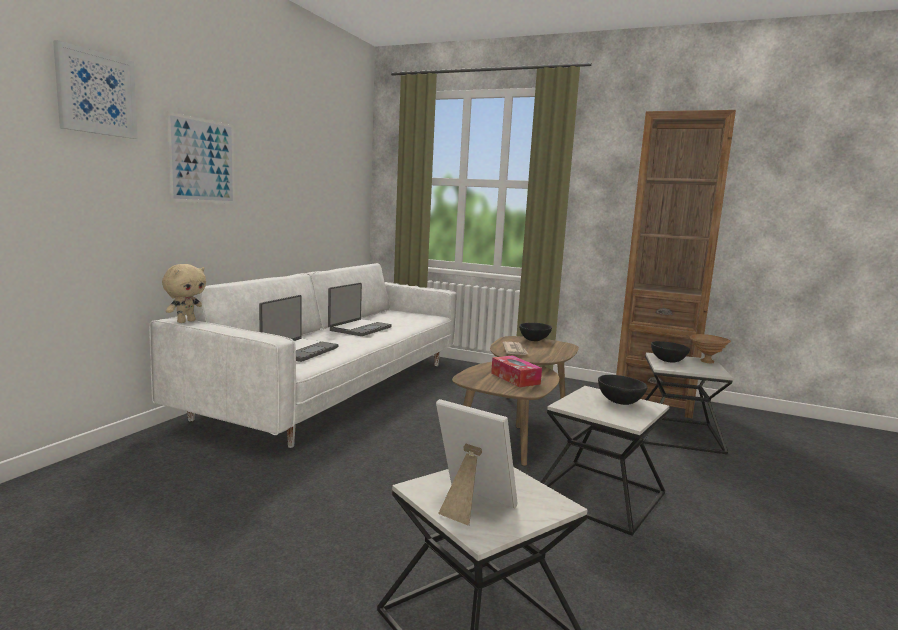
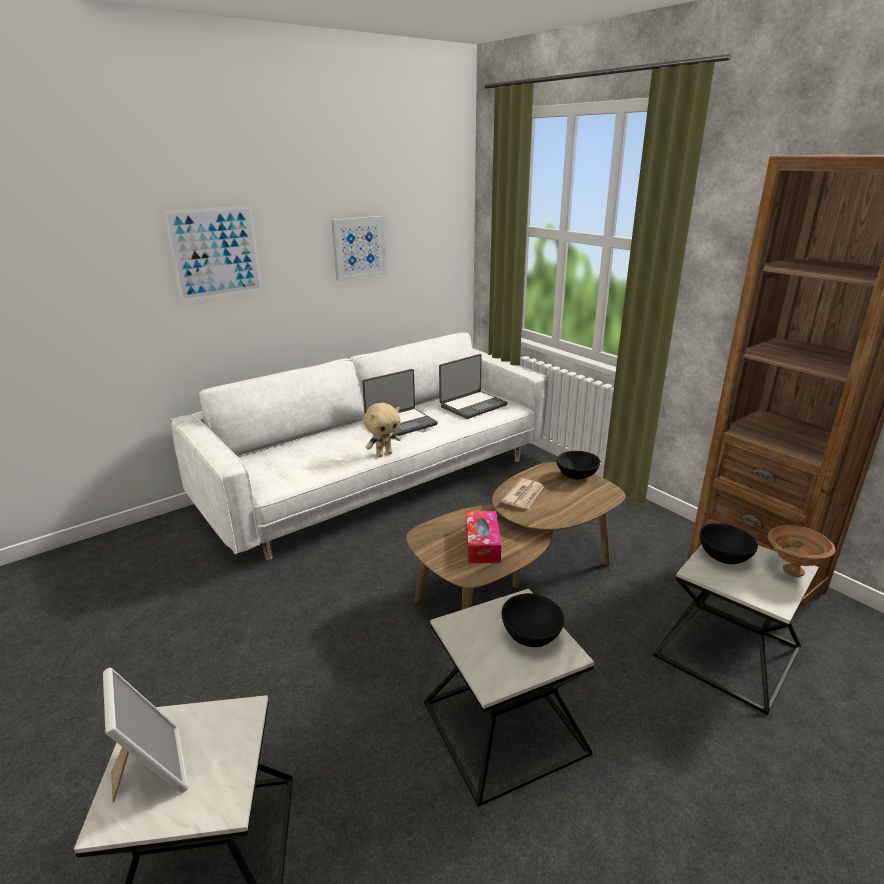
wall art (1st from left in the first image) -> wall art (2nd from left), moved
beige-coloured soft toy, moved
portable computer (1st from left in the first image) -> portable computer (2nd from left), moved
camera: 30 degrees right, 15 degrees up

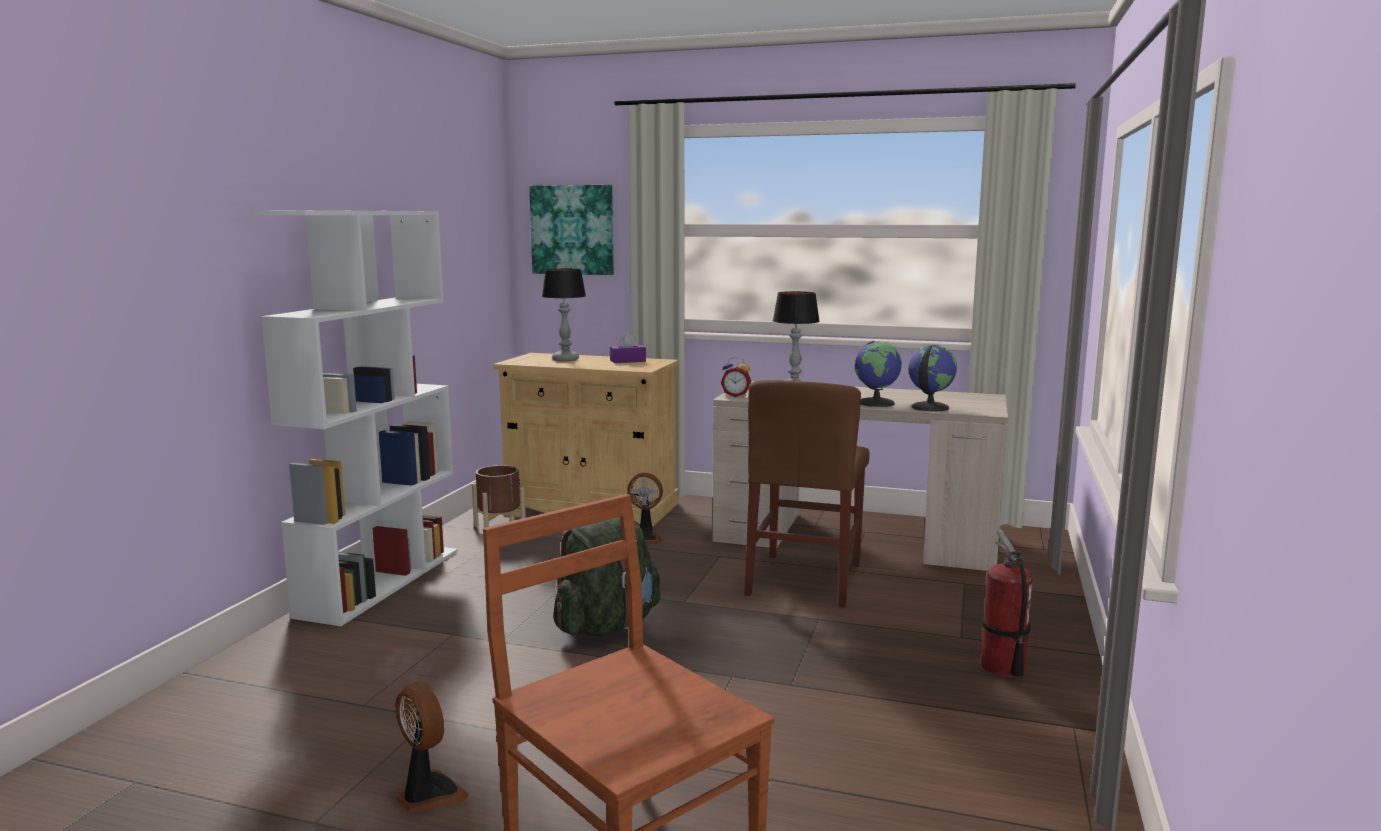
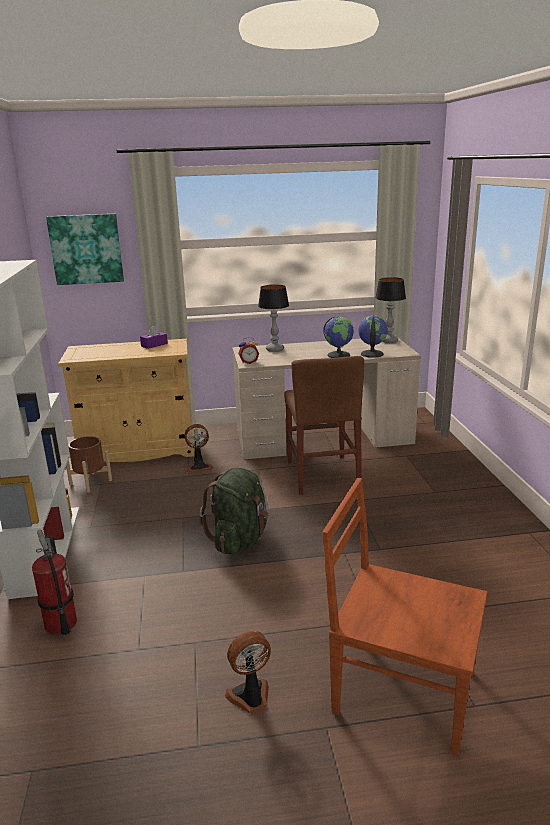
fan (1st from left in the first image) -> fan (2nd from left), 45 degrees counterclockwise
tabletop lamp (1st from left in the first image) -> tabletop lamp (2nd from left), moved
extinguisher, moved
camera: 25 degrees left, 10 degrees up

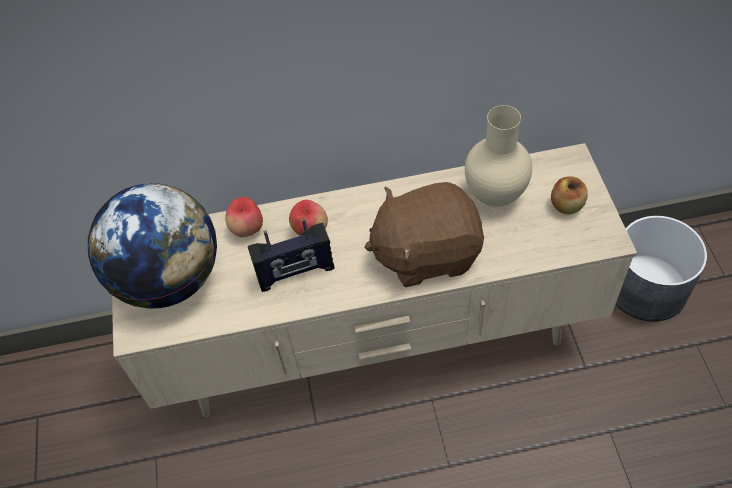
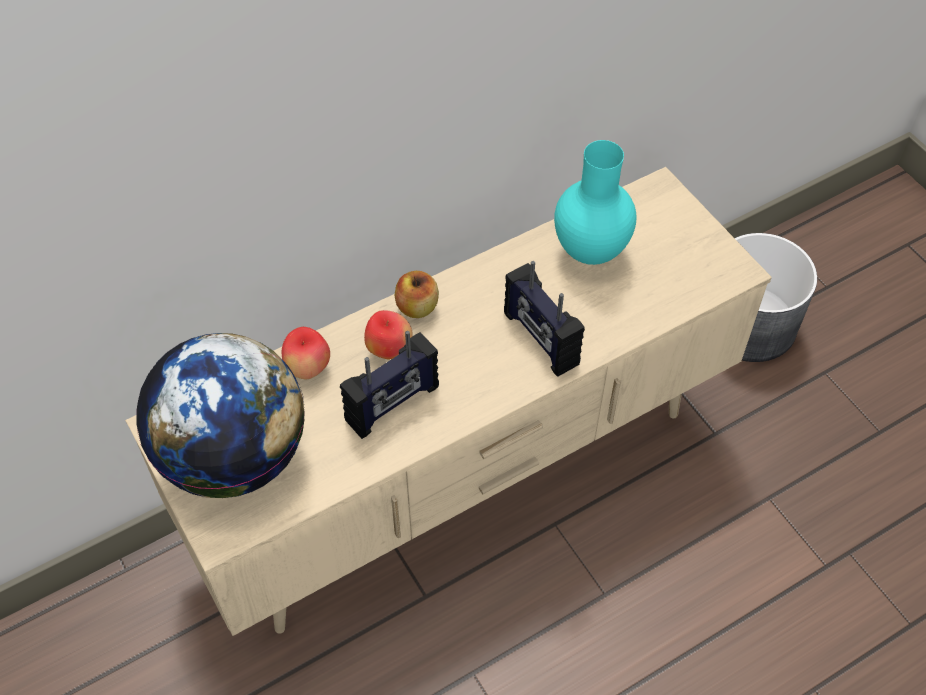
brown soft toy -> radio (2nd from left)
beige-coloured flower vase -> blue-green flower vase
apple fruit (3rd from left), moved
camera: 25 degrees left, 0 degrees up

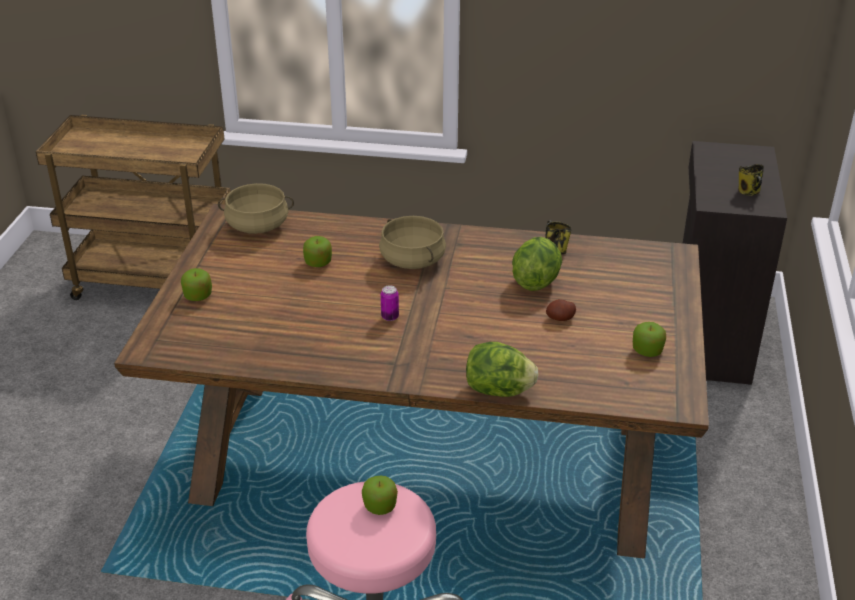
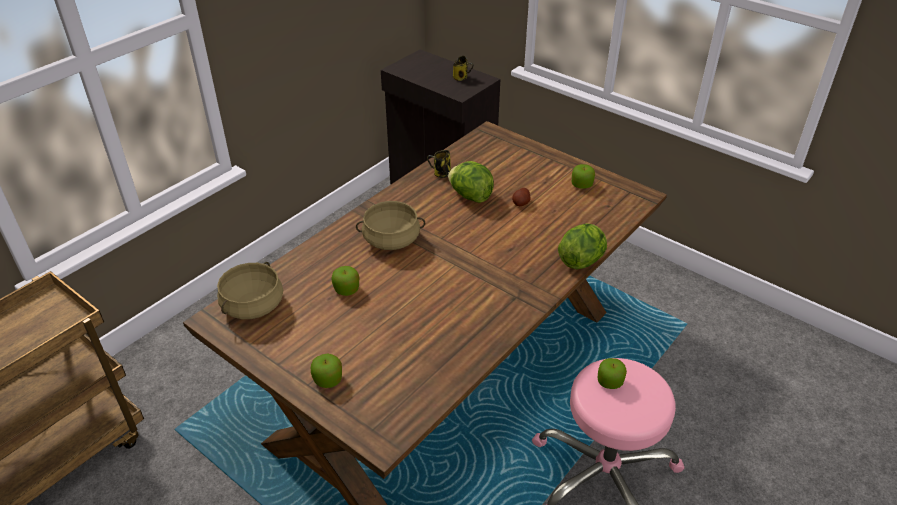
sealed can -> none
camera: 60 degrees left, 5 degrees up

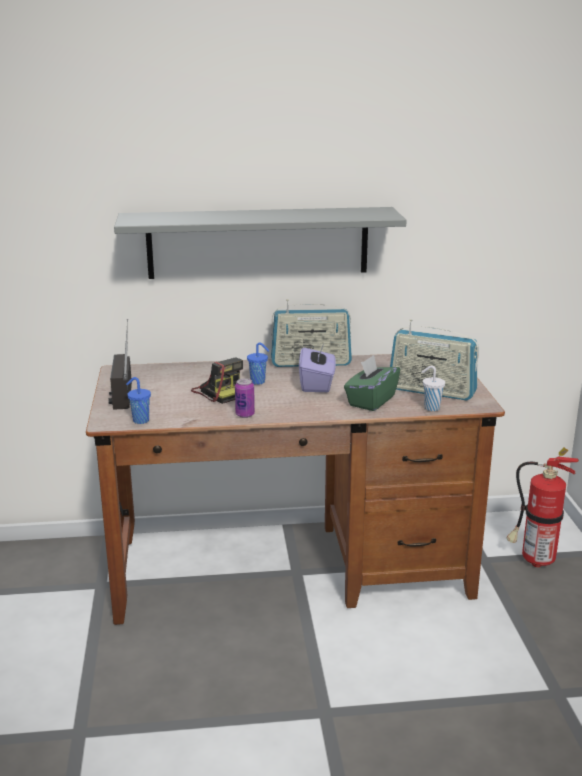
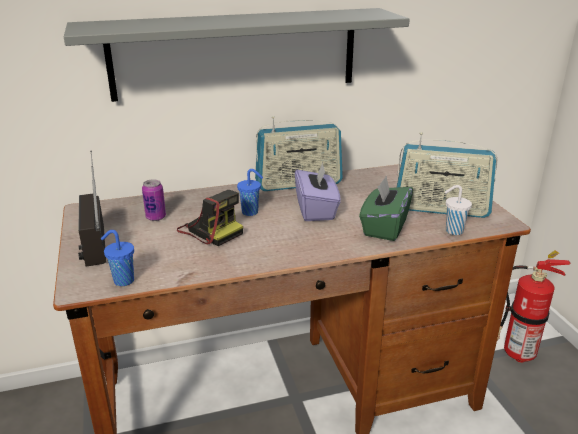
sealed can, moved
camera: 10 degrees left, 5 degrees up

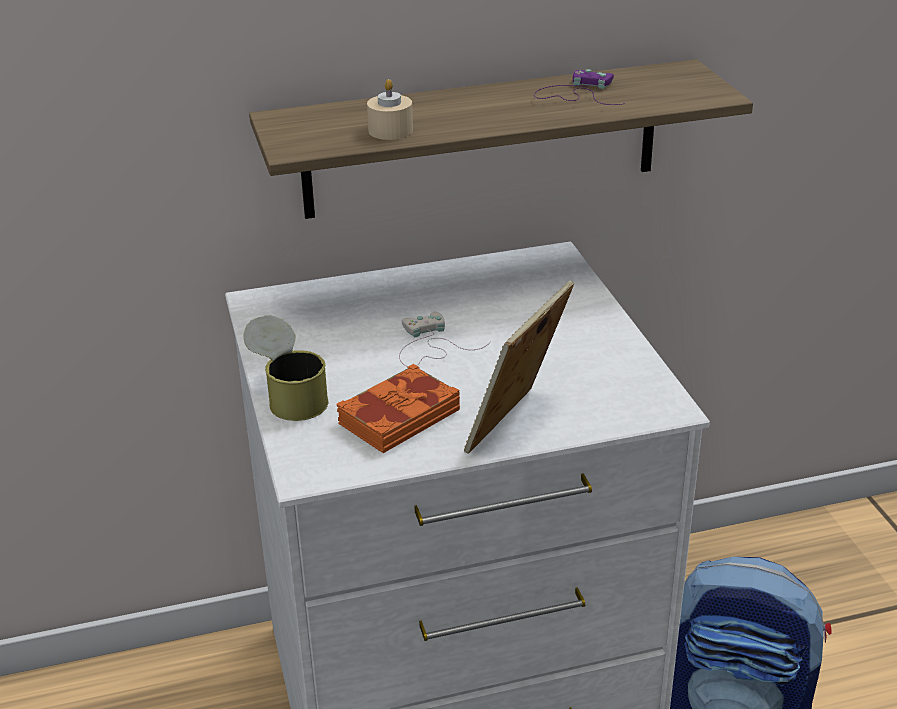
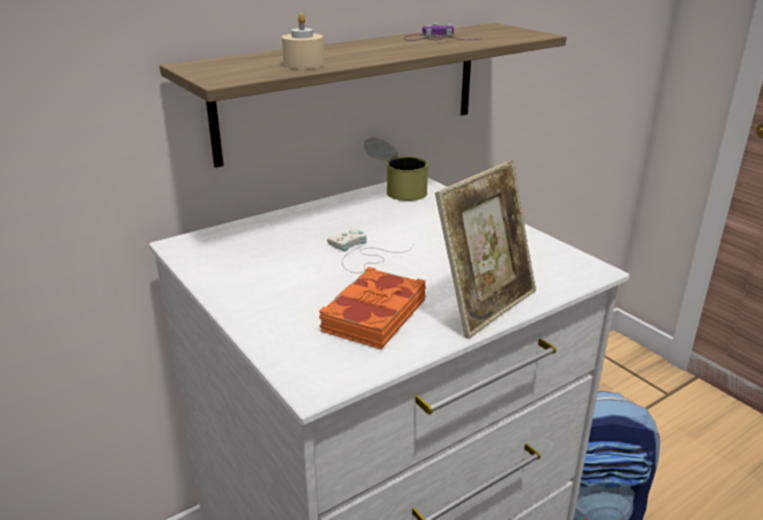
sealed can, moved
standing frame, 150 degrees counterclockwise
camera: 20 degrees left, 5 degrees down

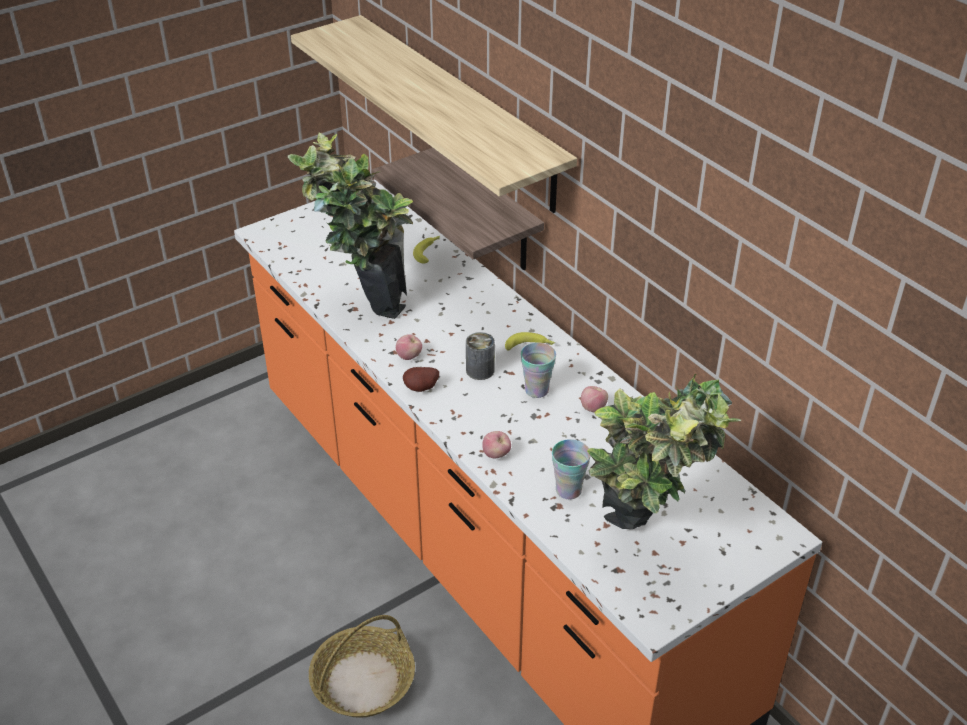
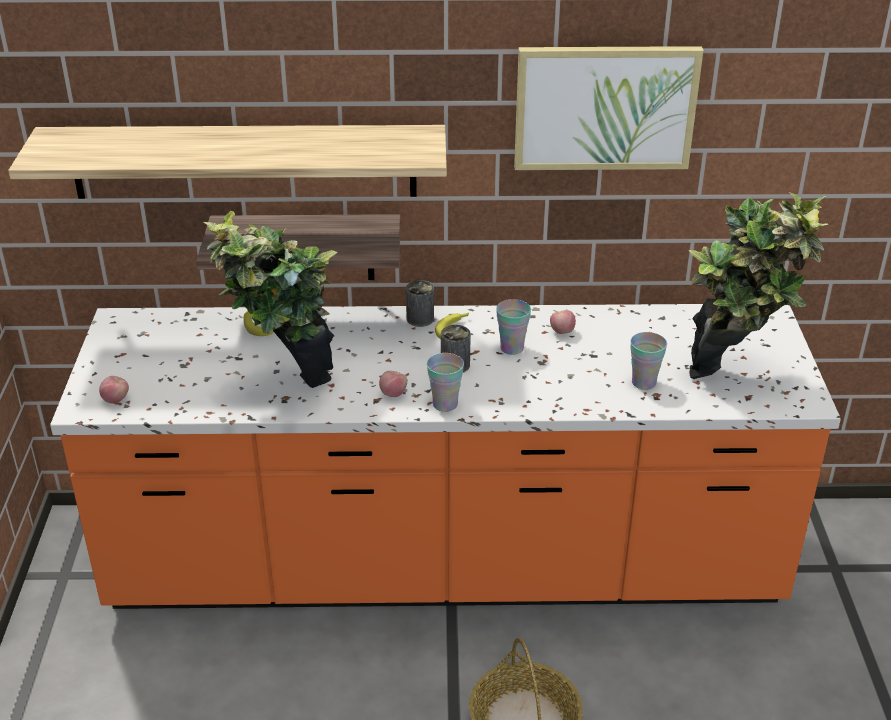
whole potato -> cup (1st from left)
apple fruit (2nd from left in the first image) -> apple fruit (1st from left), moved
none -> sealed can (1st from left)
none -> wall art
camera: 55 degrees left, 5 degrees down

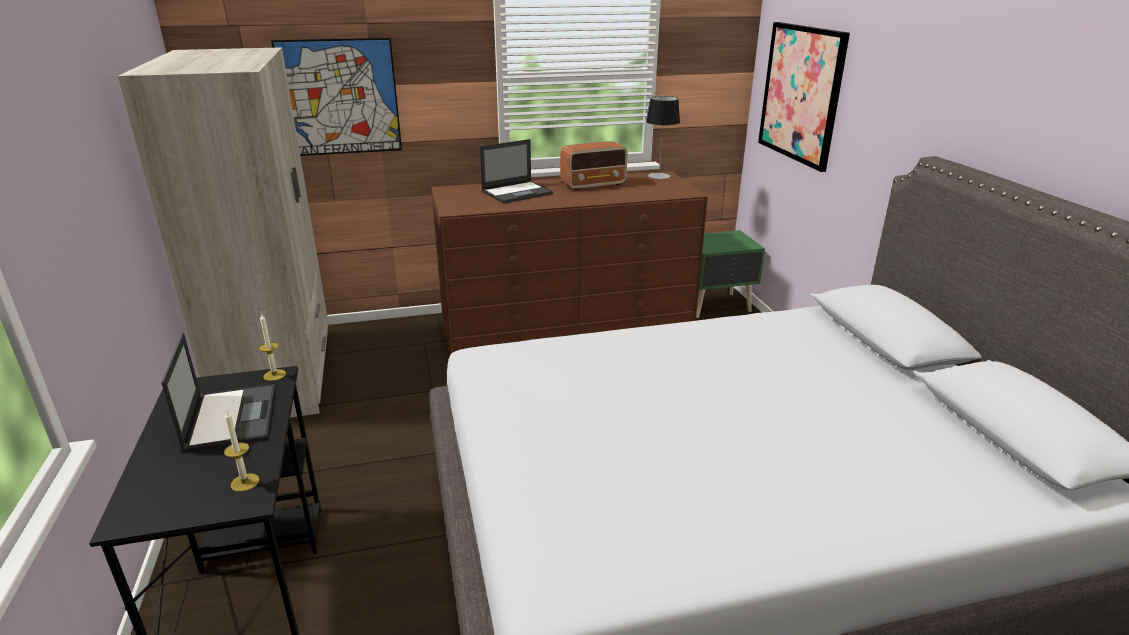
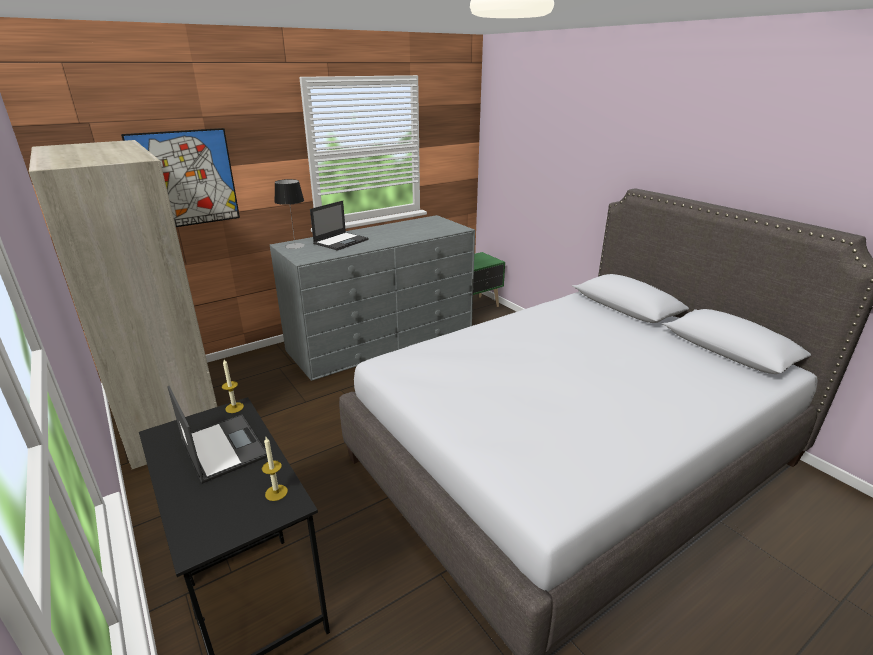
brown drawer chest -> gray drawer chest
radio -> none
tabletop lamp, moved
wall art (2nd from left) -> none
camera: 20 degrees left, 0 degrees up

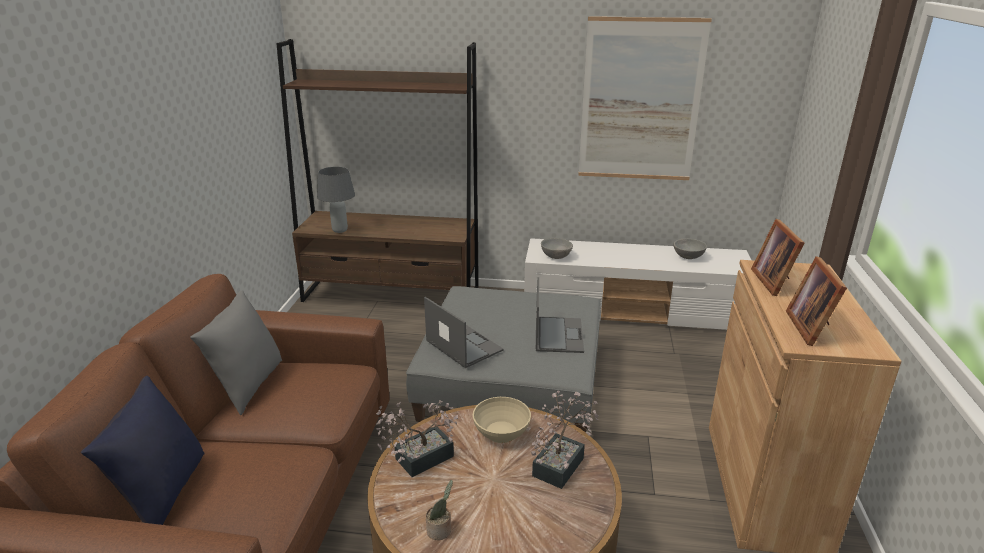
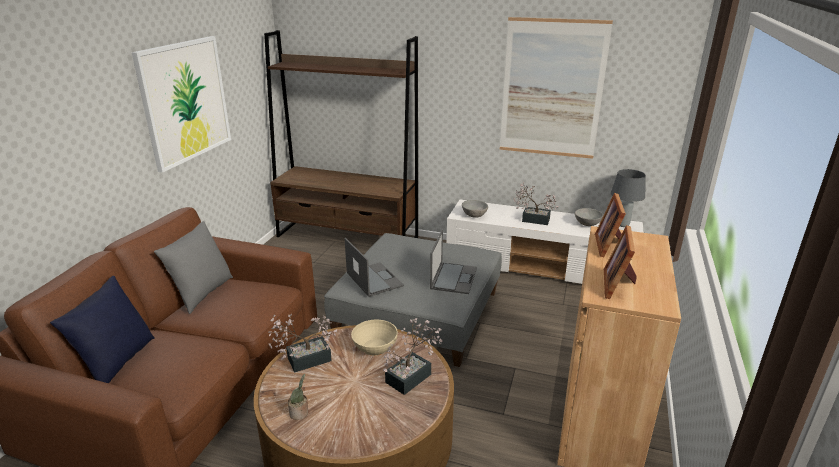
gray tabletop lamp, moved
none -> wall art (1st from left)
none -> houseplant (4th from left)
camera: 10 degrees right, 0 degrees up

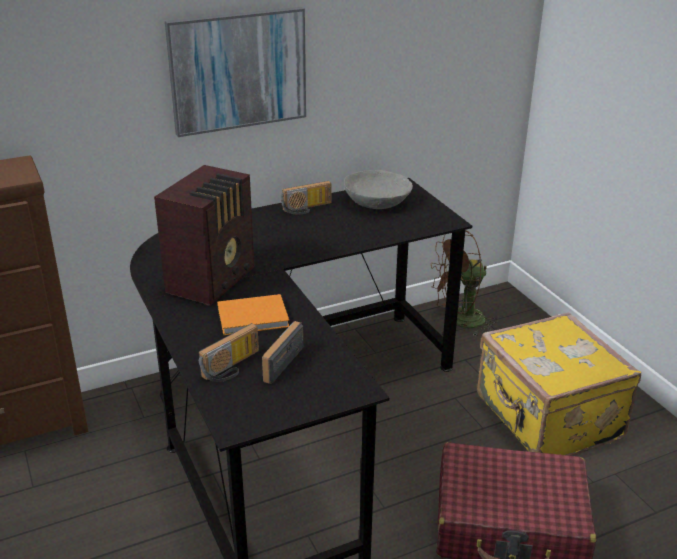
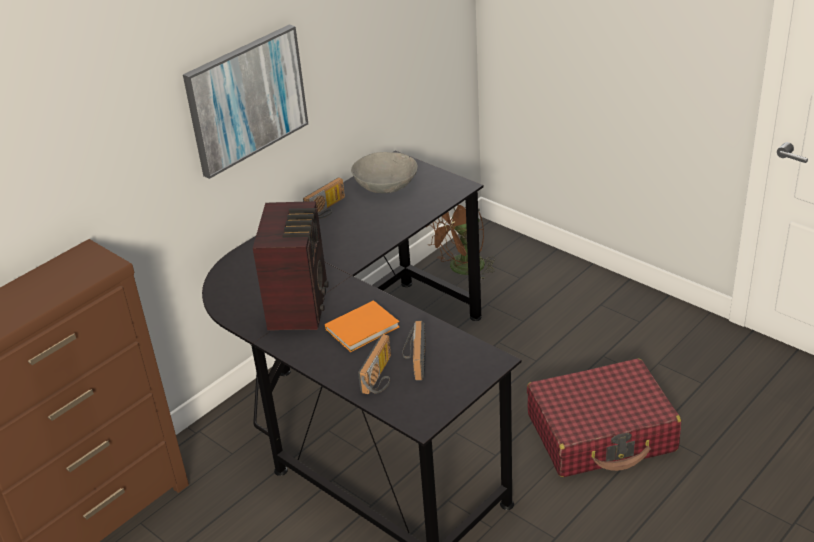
yellowish suitcase -> none
camera: 20 degrees left, 5 degrees up

